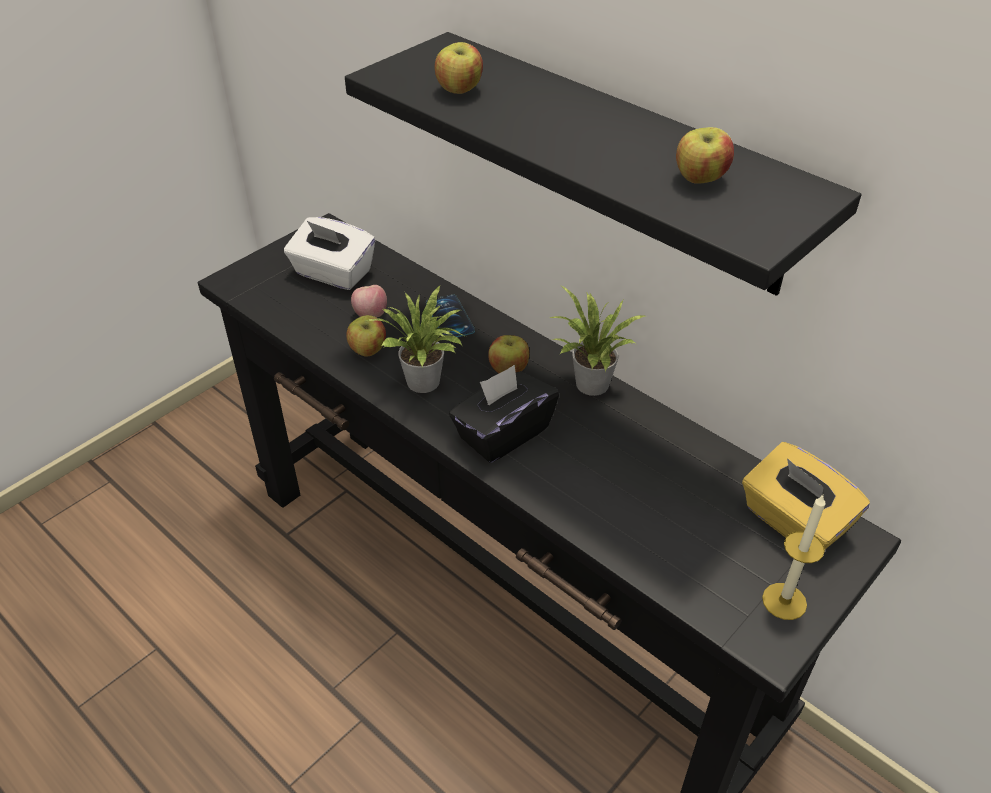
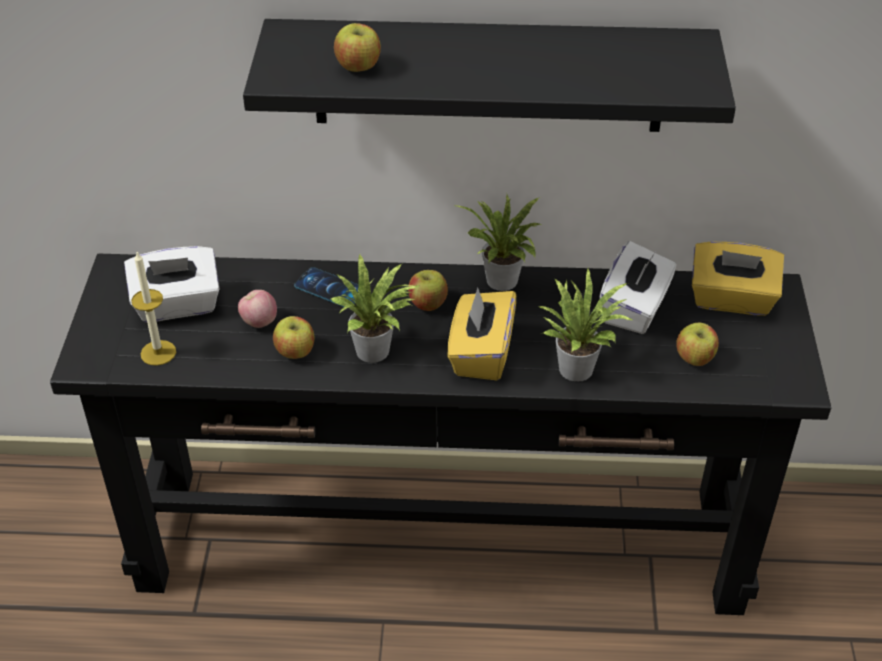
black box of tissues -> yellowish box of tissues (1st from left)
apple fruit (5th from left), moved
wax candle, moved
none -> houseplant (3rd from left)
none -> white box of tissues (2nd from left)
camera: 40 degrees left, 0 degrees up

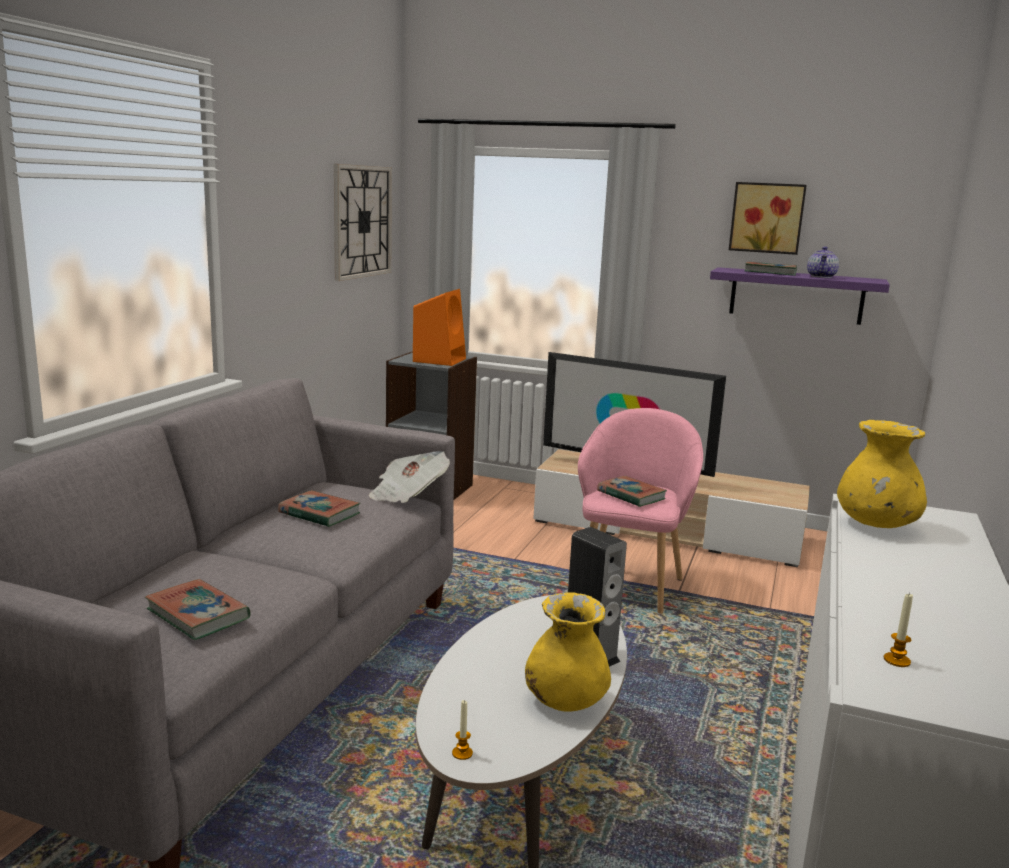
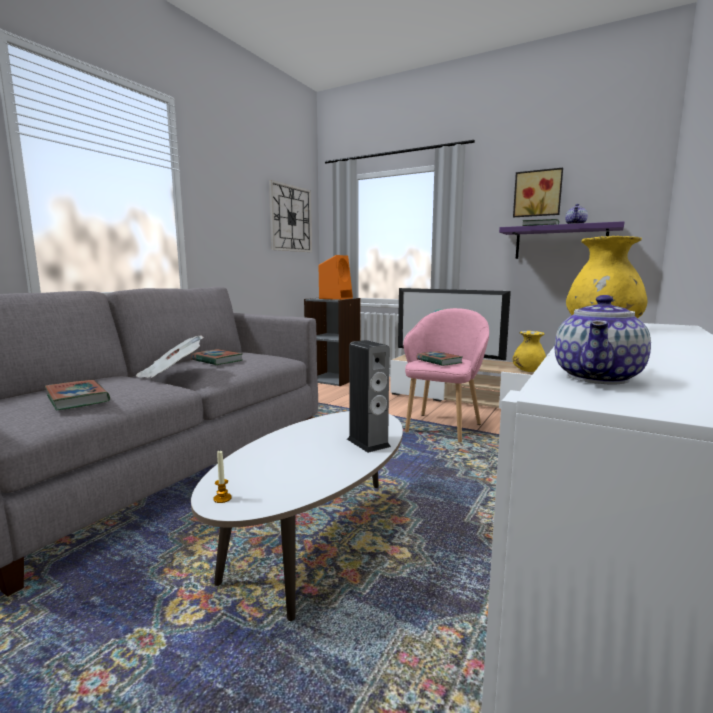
newspaper, moved
yellowish flower vase (1st from left), moved
wax candle (2nd from left) -> tea pot (2nd from left)
camera: 10 degrees right, 5 degrees down

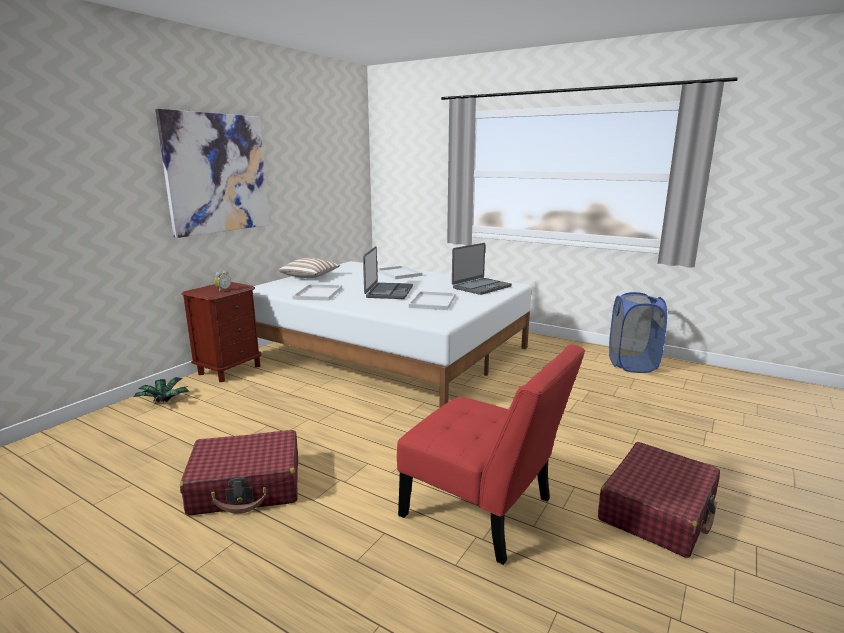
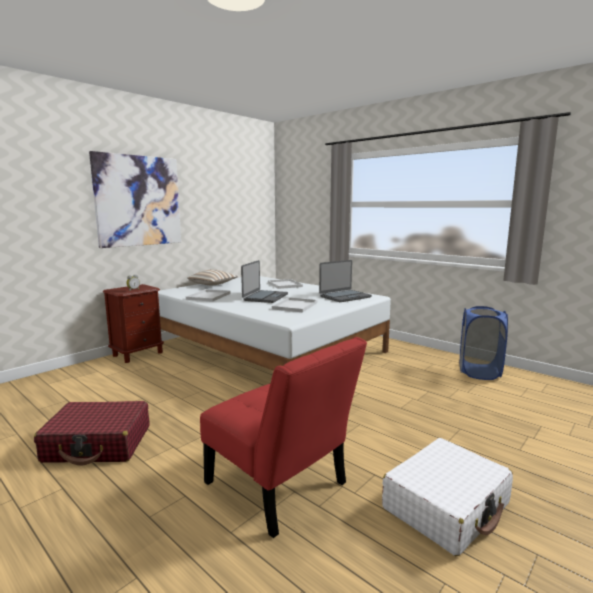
houseplant -> none
red-coloured suitcase (2nd from left) -> white suitcase
camera: 10 degrees right, 5 degrees down

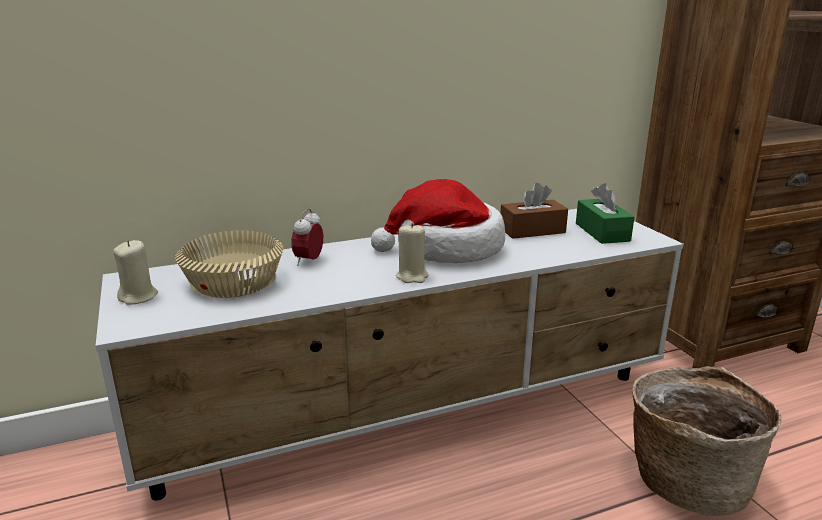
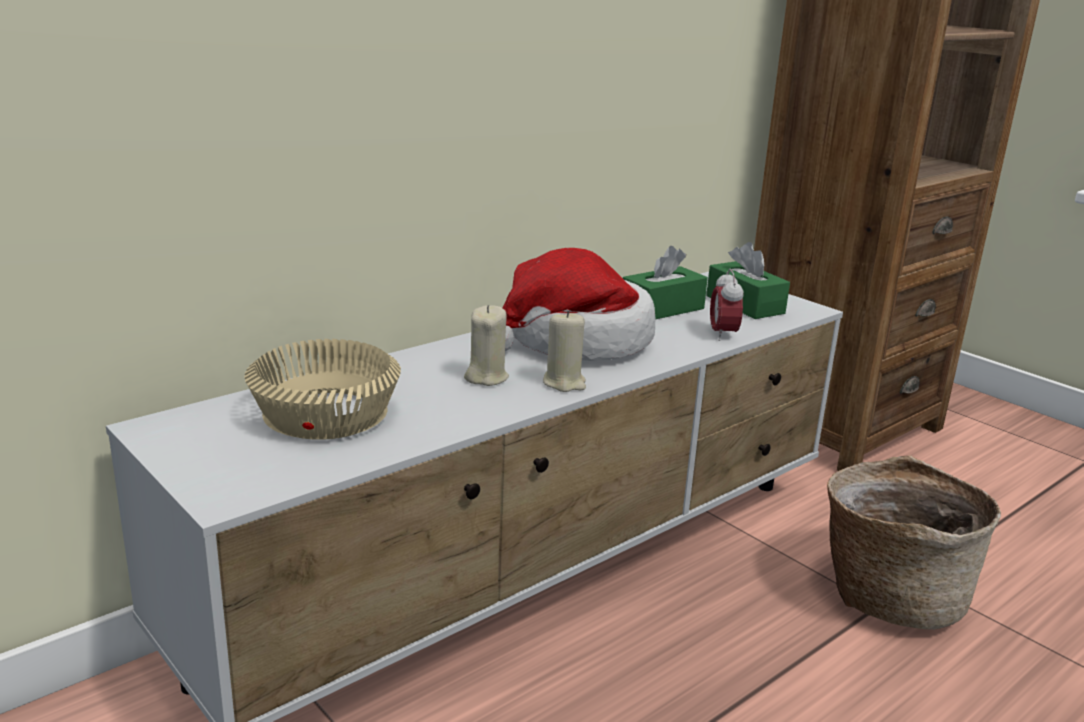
beige-coloured wax candle (1st from left), moved
bedside clock, moved
brown box of tissues -> green-coloured box of tissues (1st from left)
camera: 20 degrees left, 0 degrees up

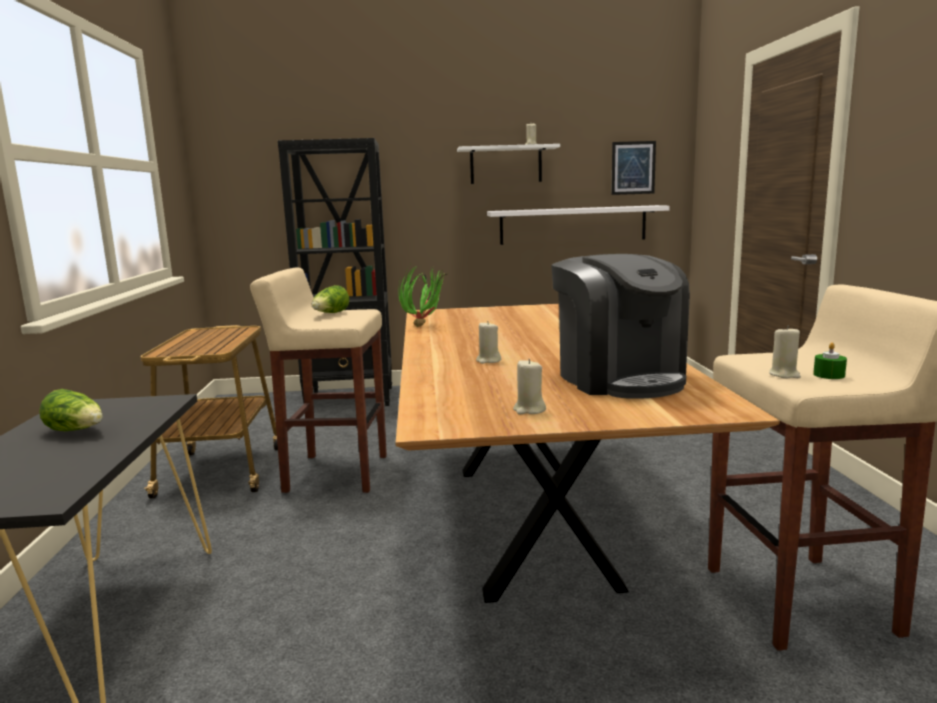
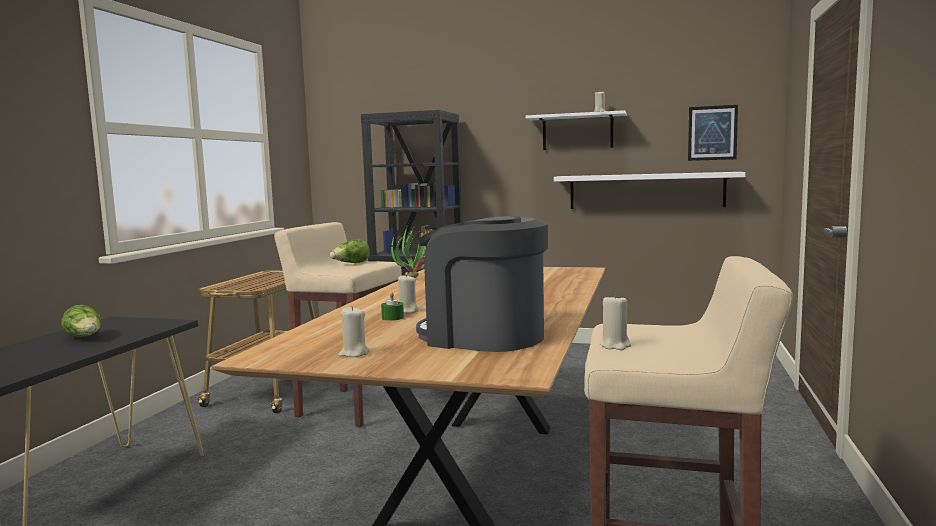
coffee machine, 120 degrees clockwise
green-coloured wax candle, moved
camera: 20 degrees right, 5 degrees down

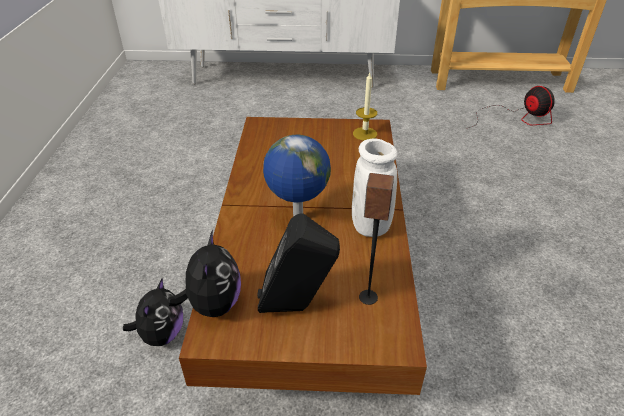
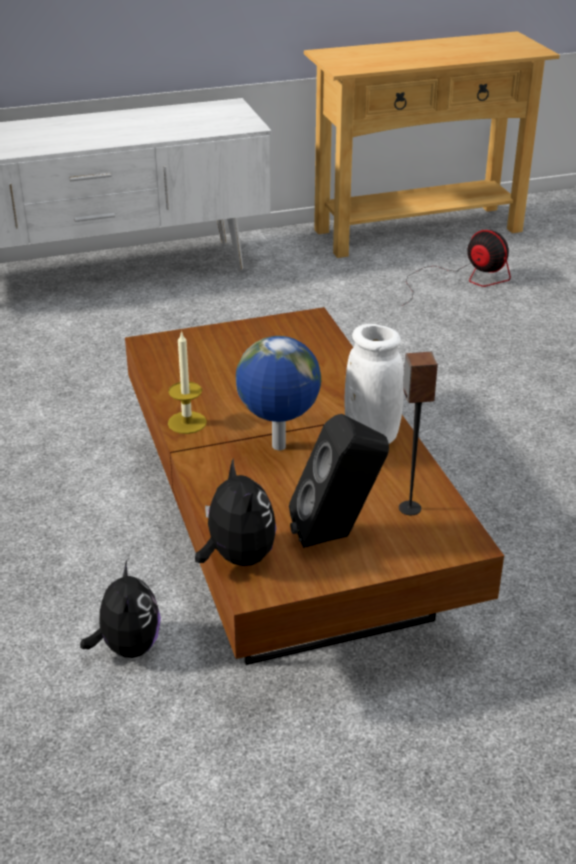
wax candle, moved
camera: 20 degrees left, 5 degrees down

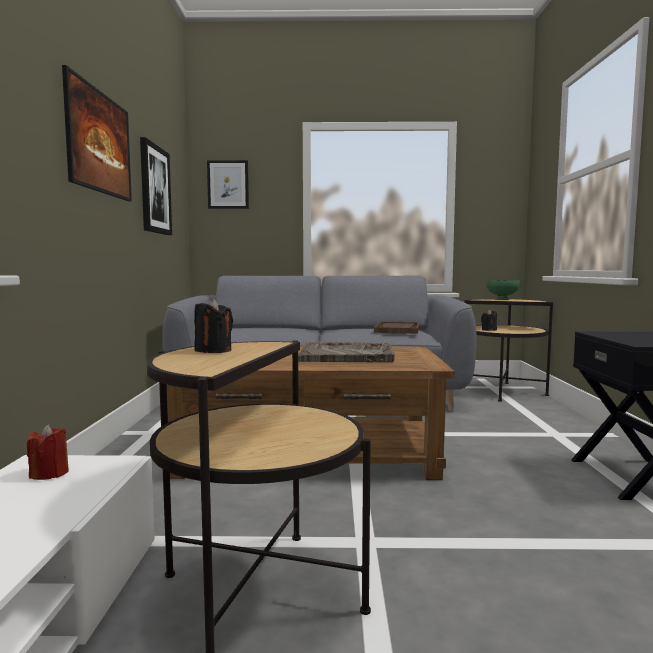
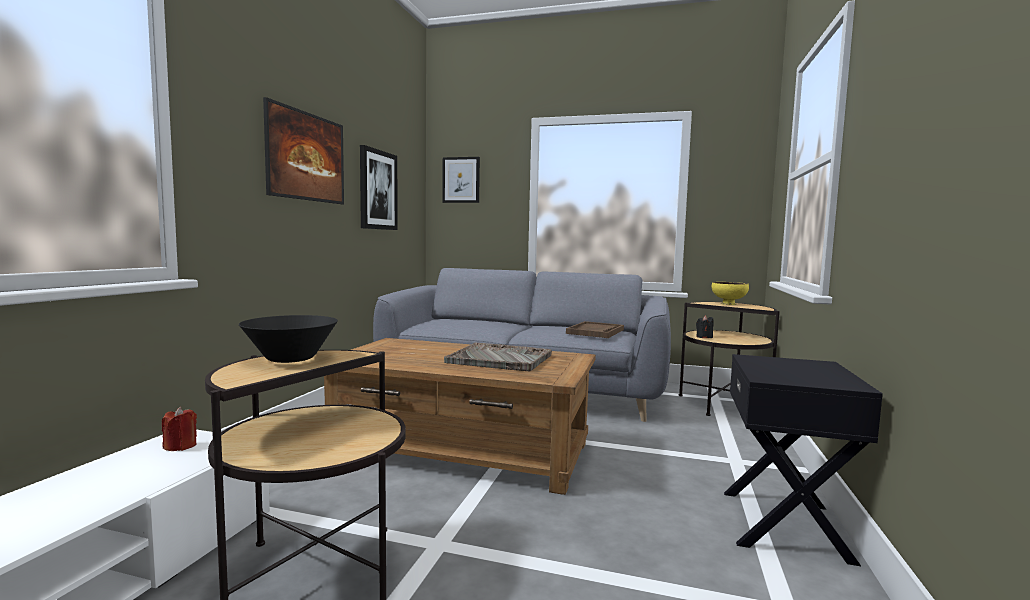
black wax candle (1st from left) -> black bowl
green-coloured bowl -> yellowish bowl
camera: 15 degrees right, 0 degrees up

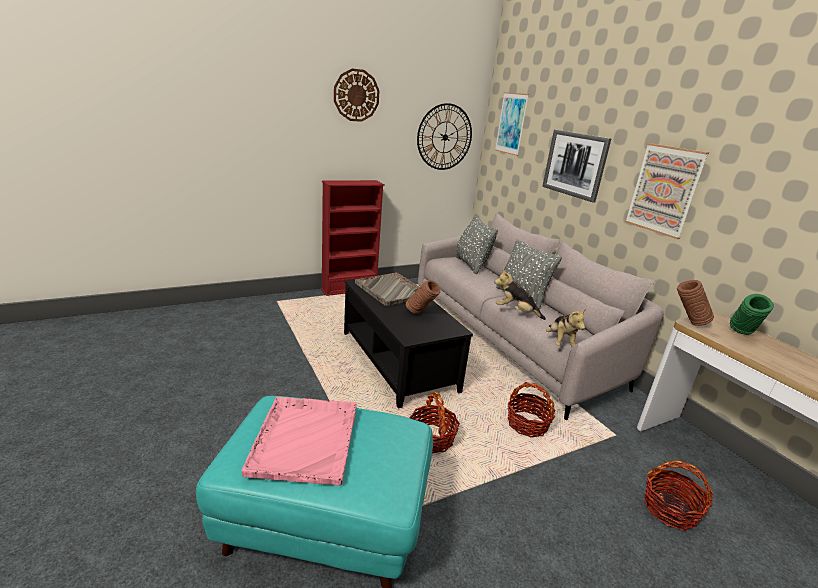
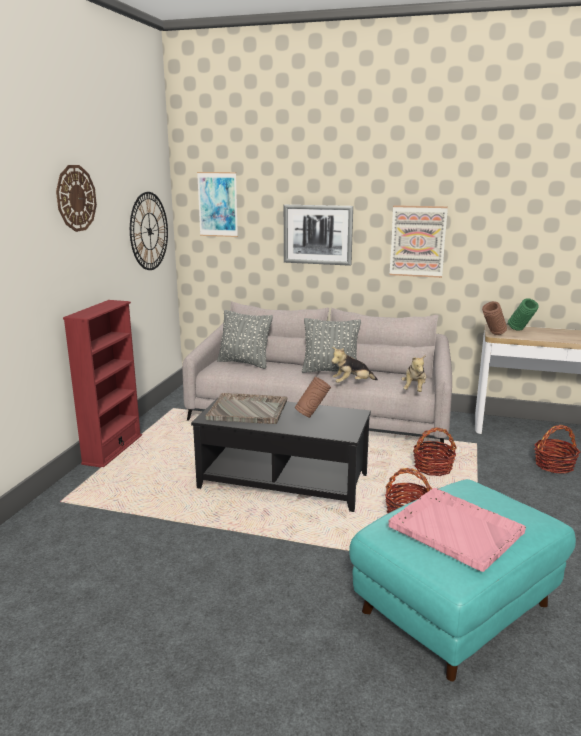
soft toy (2nd from left), 60 degrees clockwise
camera: 45 degrees left, 5 degrees down

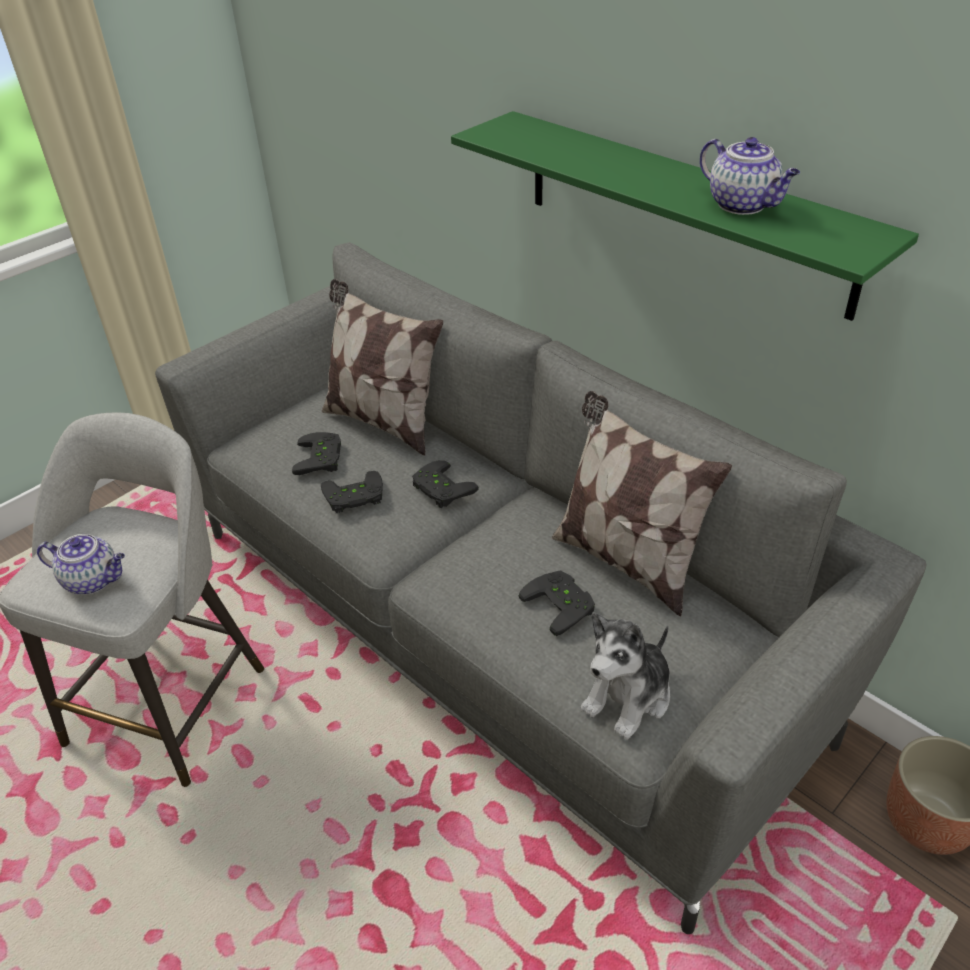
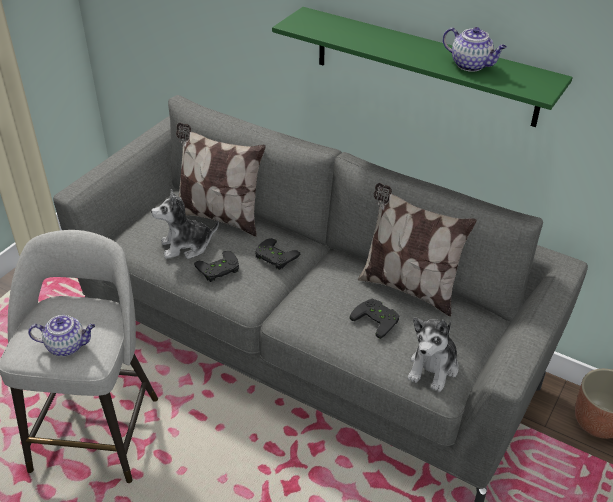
black gamepad (1st from left) -> soft toy (1st from left)
camera: 15 degrees left, 0 degrees up

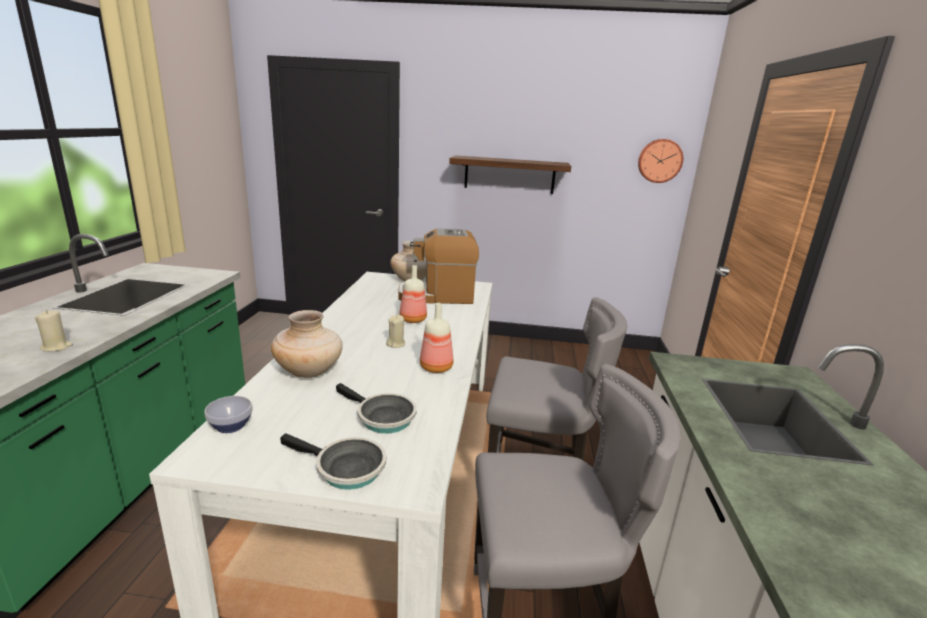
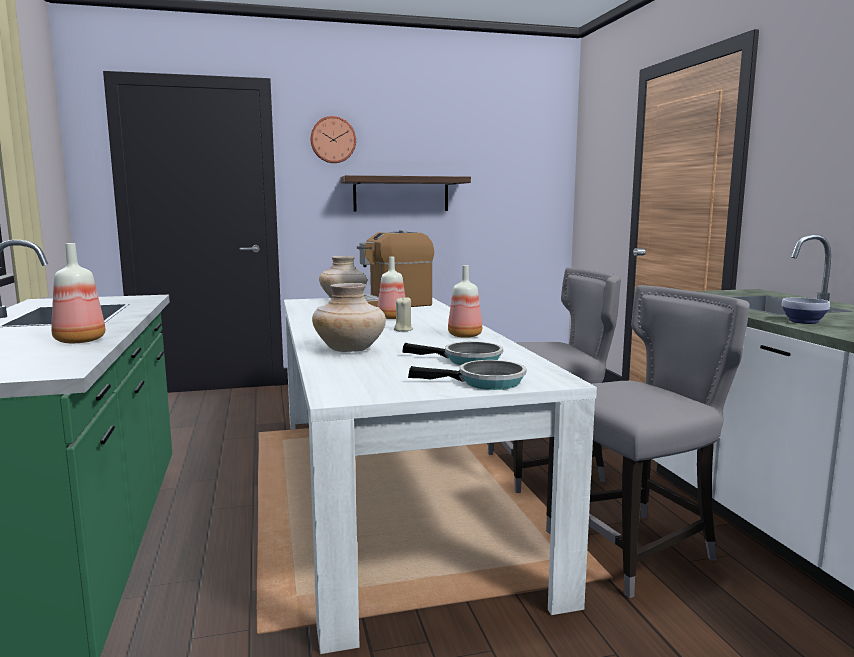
beige-coloured wax candle (1st from left) -> bottle (1st from left)
bowl, moved
wall clock, moved
camera: 20 degrees left, 10 degrees down

